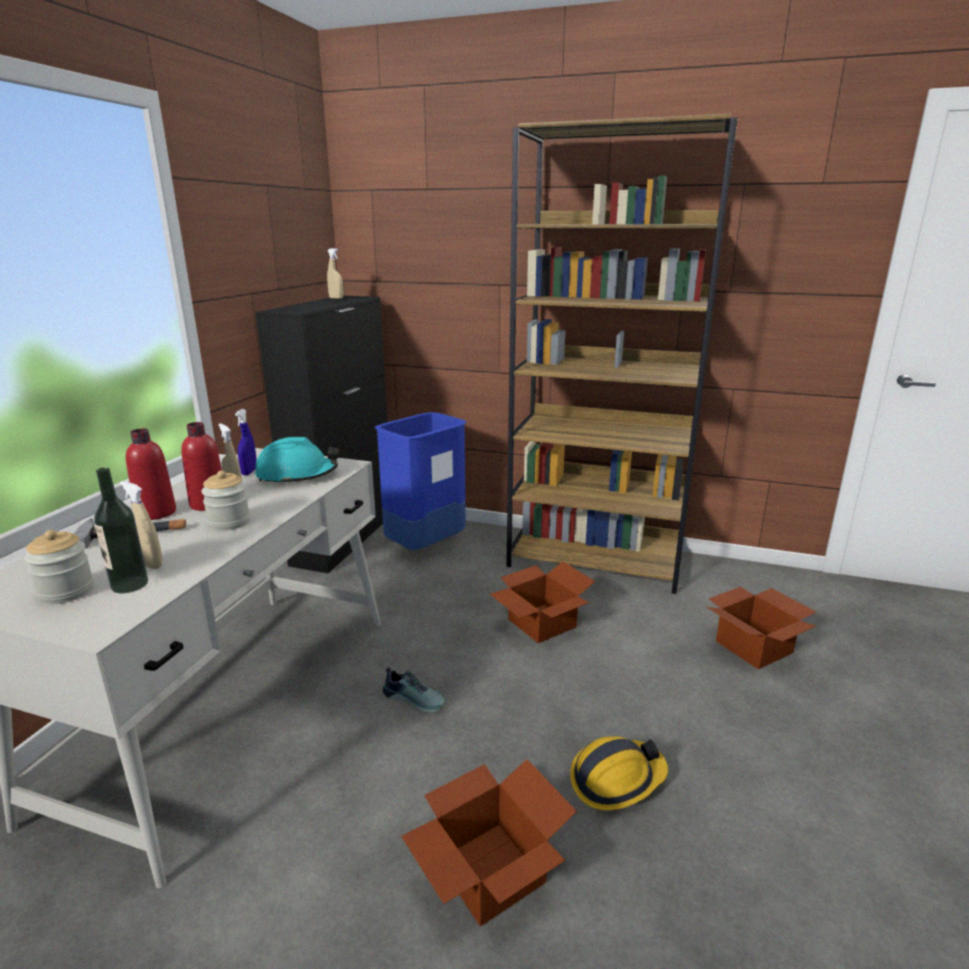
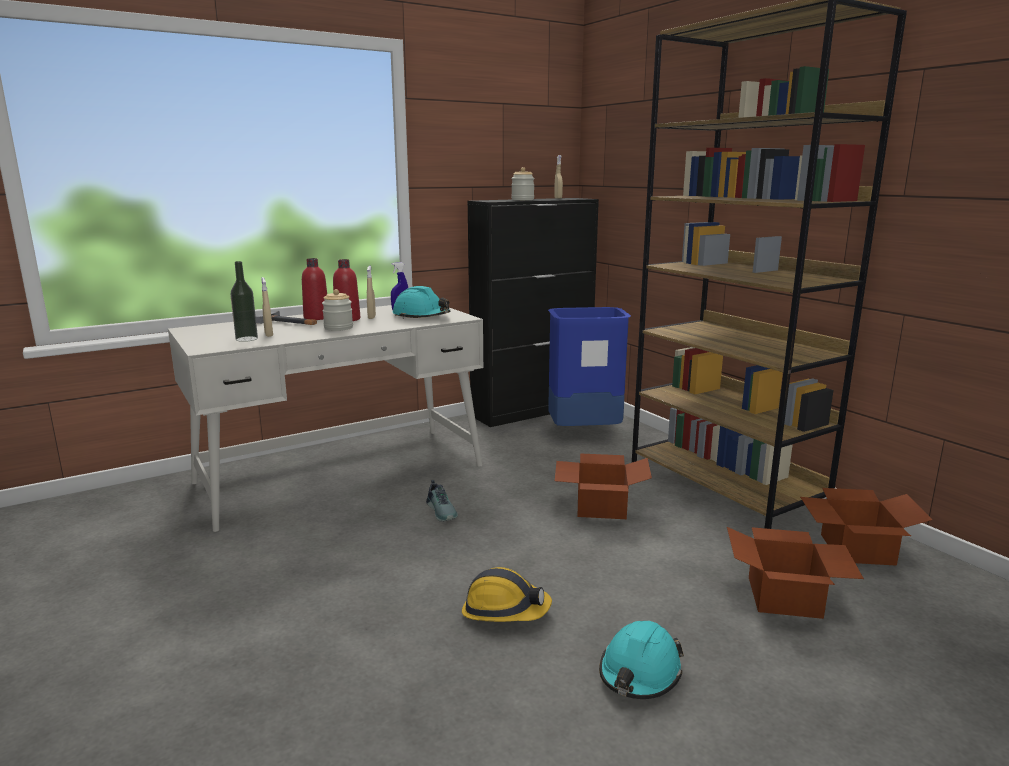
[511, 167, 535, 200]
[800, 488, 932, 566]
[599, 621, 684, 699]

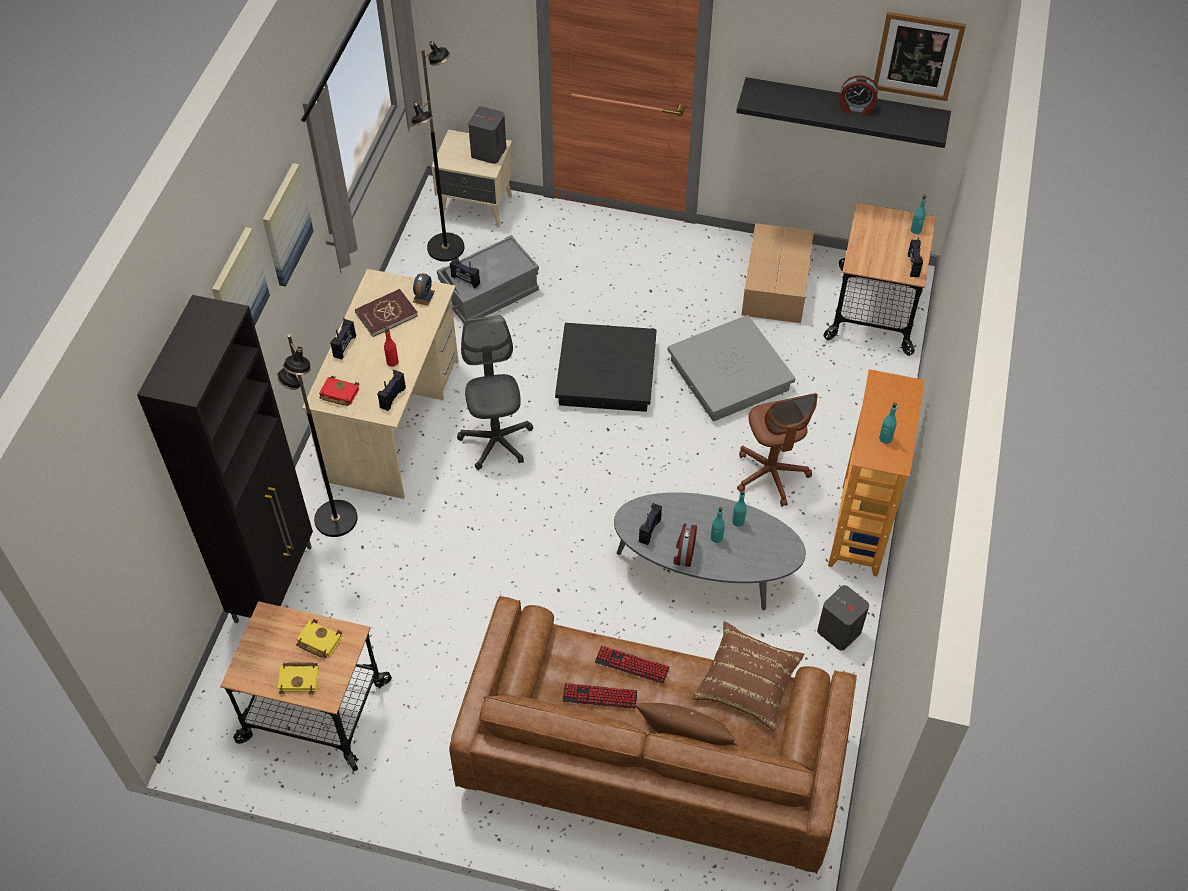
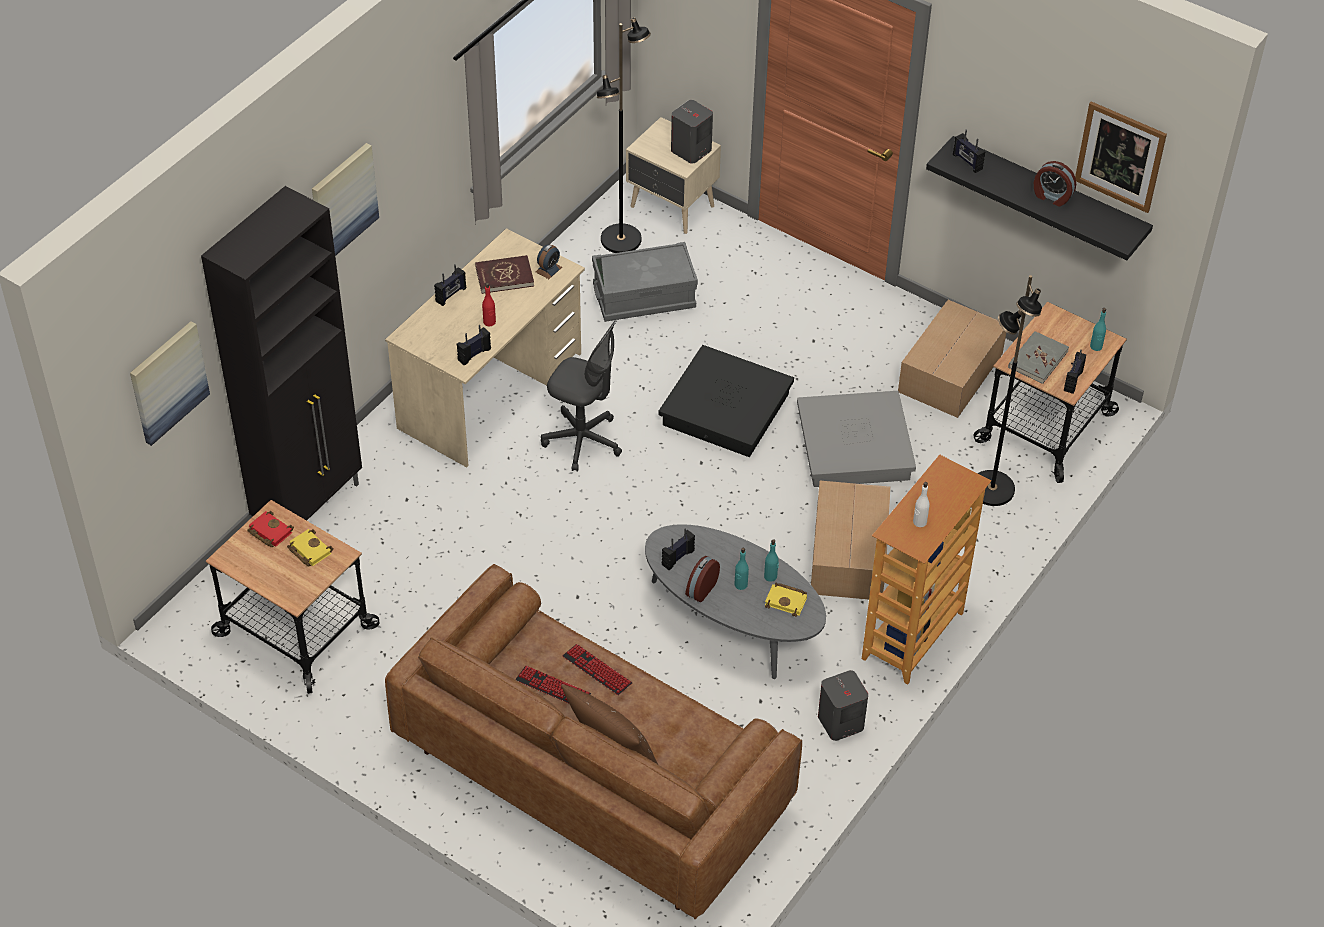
[130, 321, 210, 446]
[978, 275, 1042, 506]
[765, 583, 807, 617]
[247, 511, 294, 547]
[953, 130, 986, 173]
[541, 320, 622, 472]
[691, 621, 804, 732] (first image)
[811, 481, 891, 599]
[913, 482, 930, 527]
[1008, 331, 1069, 384]

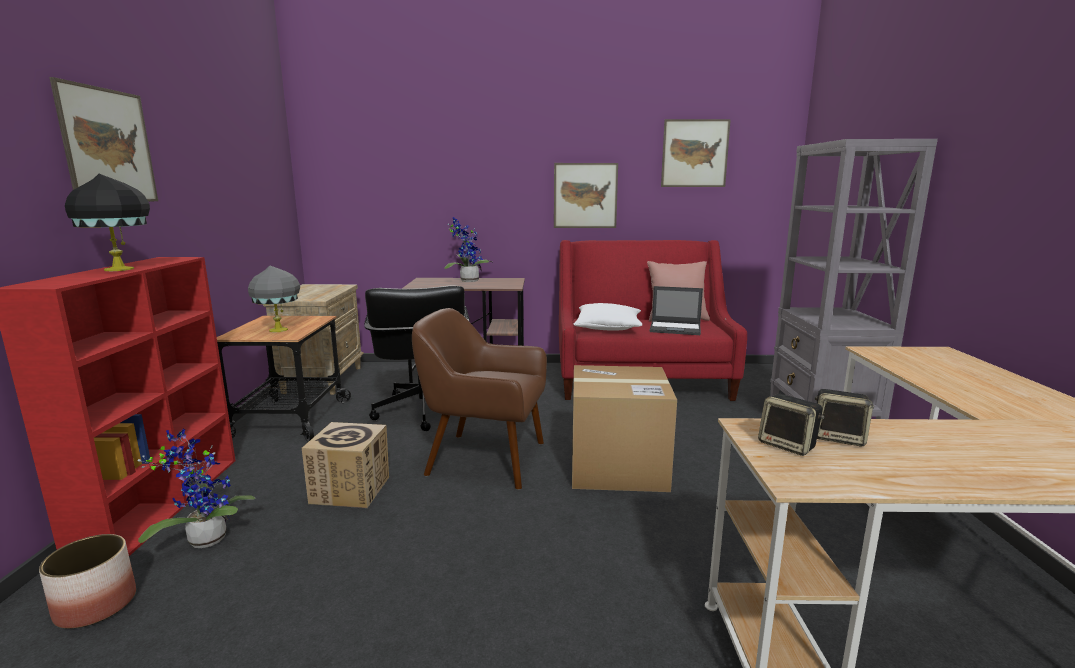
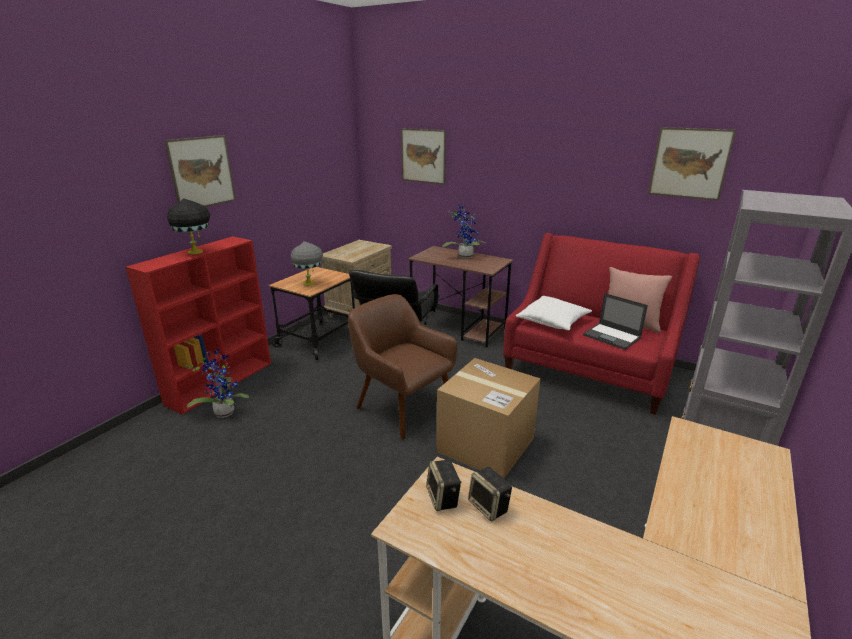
[39, 534, 136, 629] (first image)
[302, 422, 389, 508] (first image)
[401, 128, 446, 184]

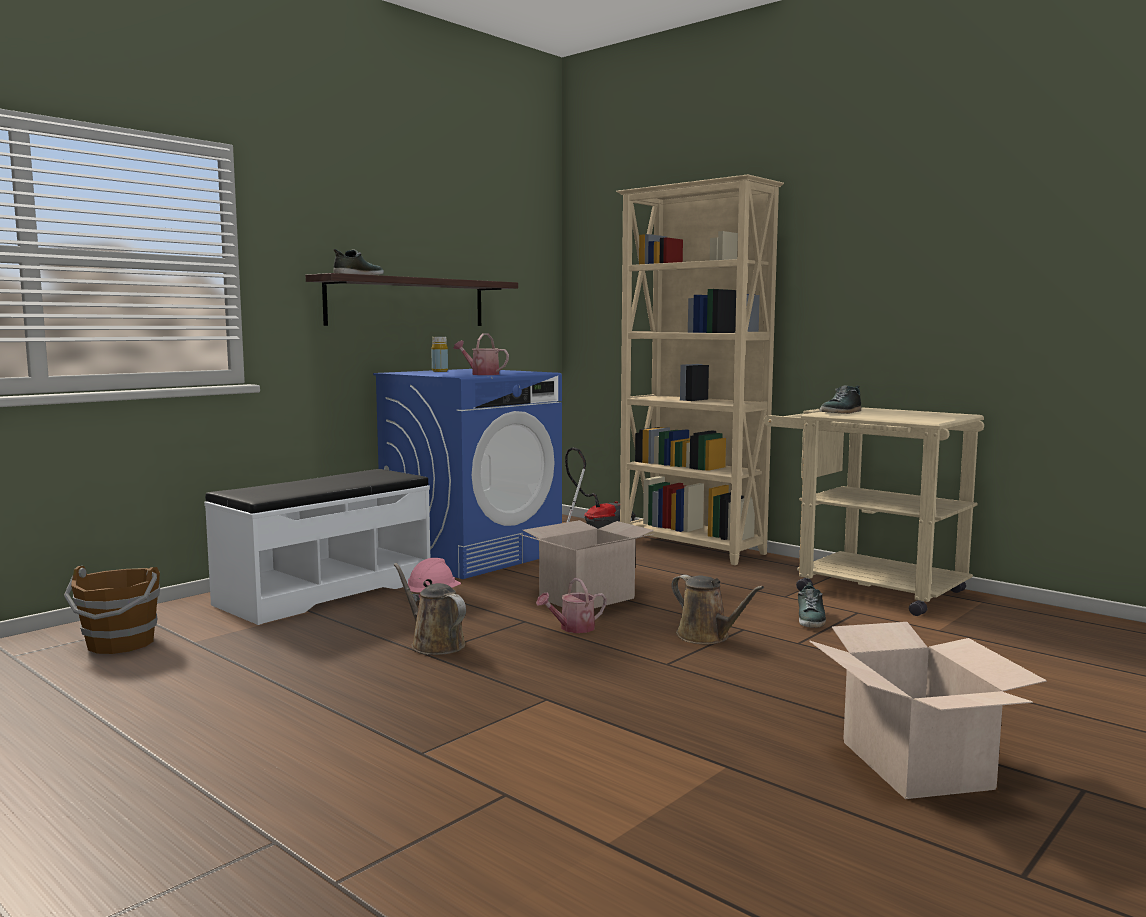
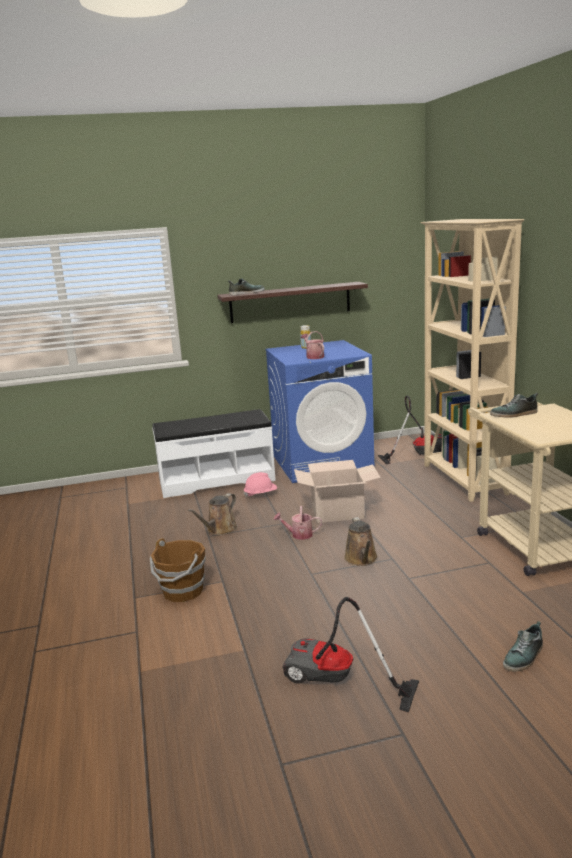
[150, 538, 206, 602]
[188, 493, 237, 535]
[503, 621, 543, 671]
[282, 597, 419, 712]

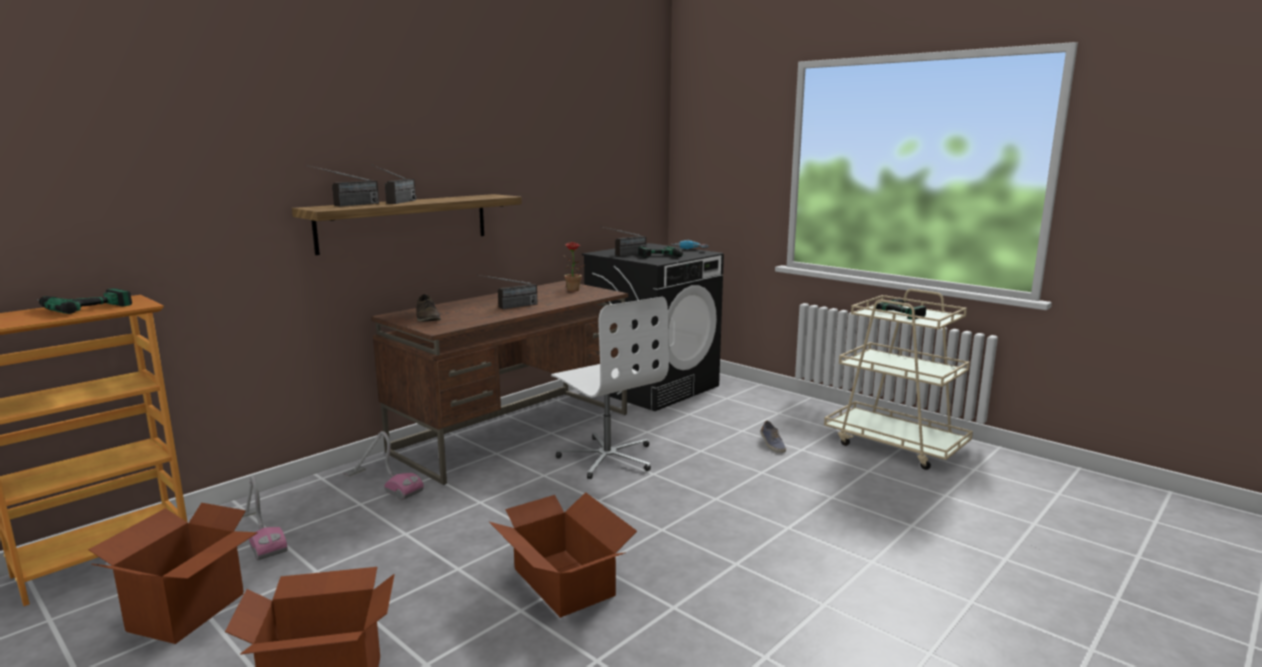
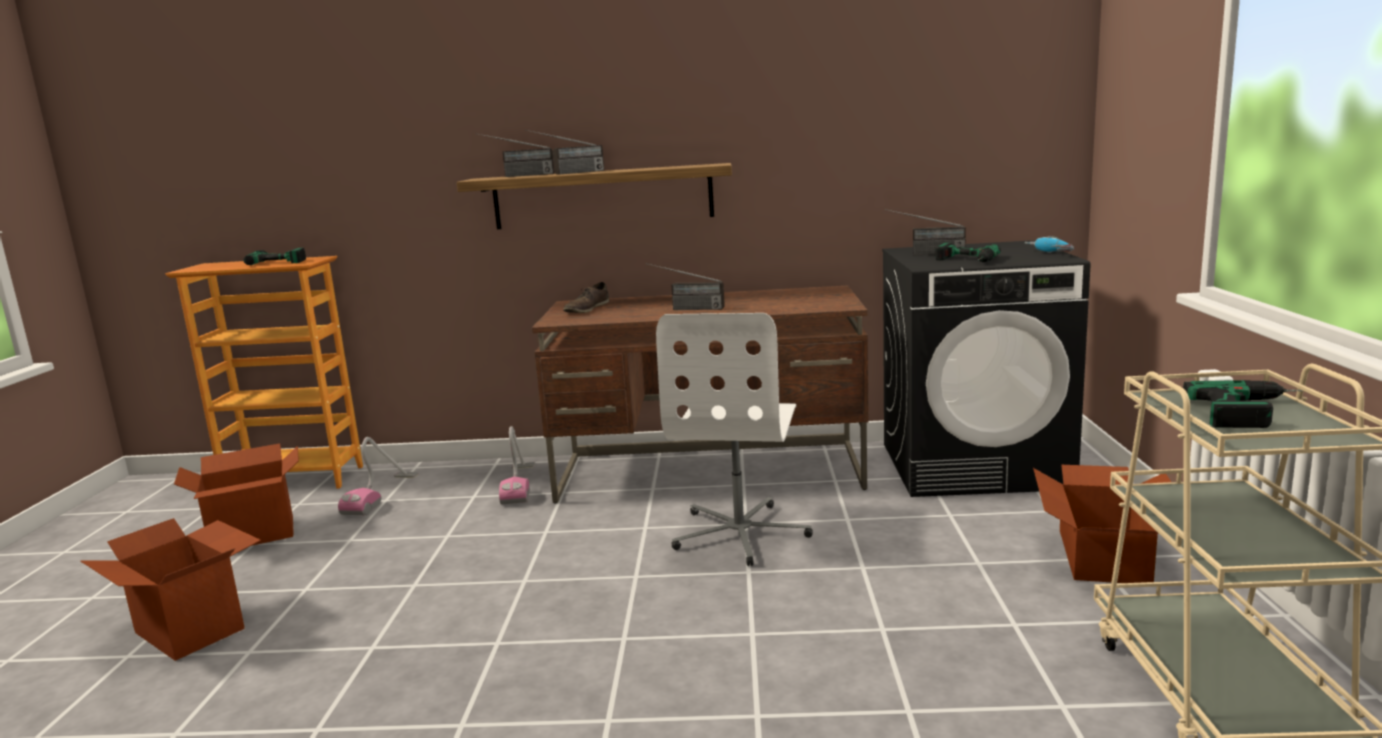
[1033, 465, 1171, 583]
[563, 242, 585, 292] (first image)
[761, 420, 786, 453] (first image)

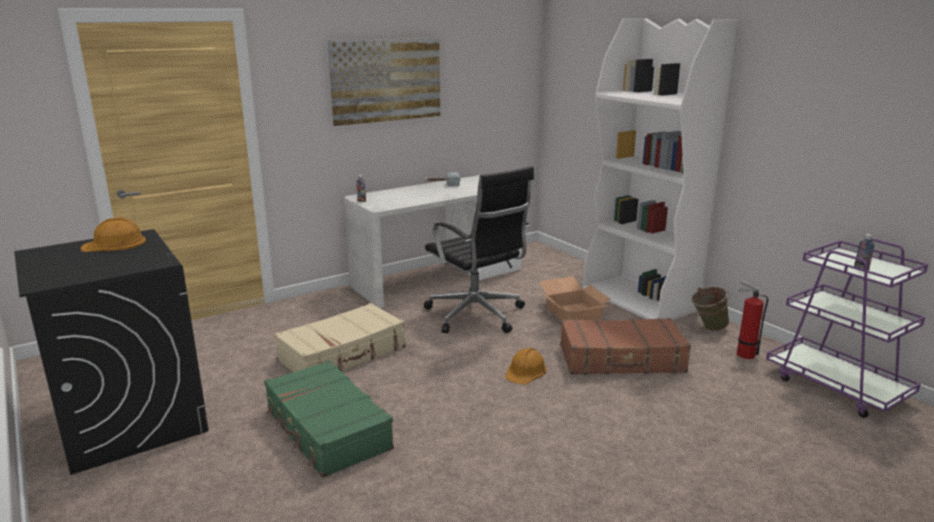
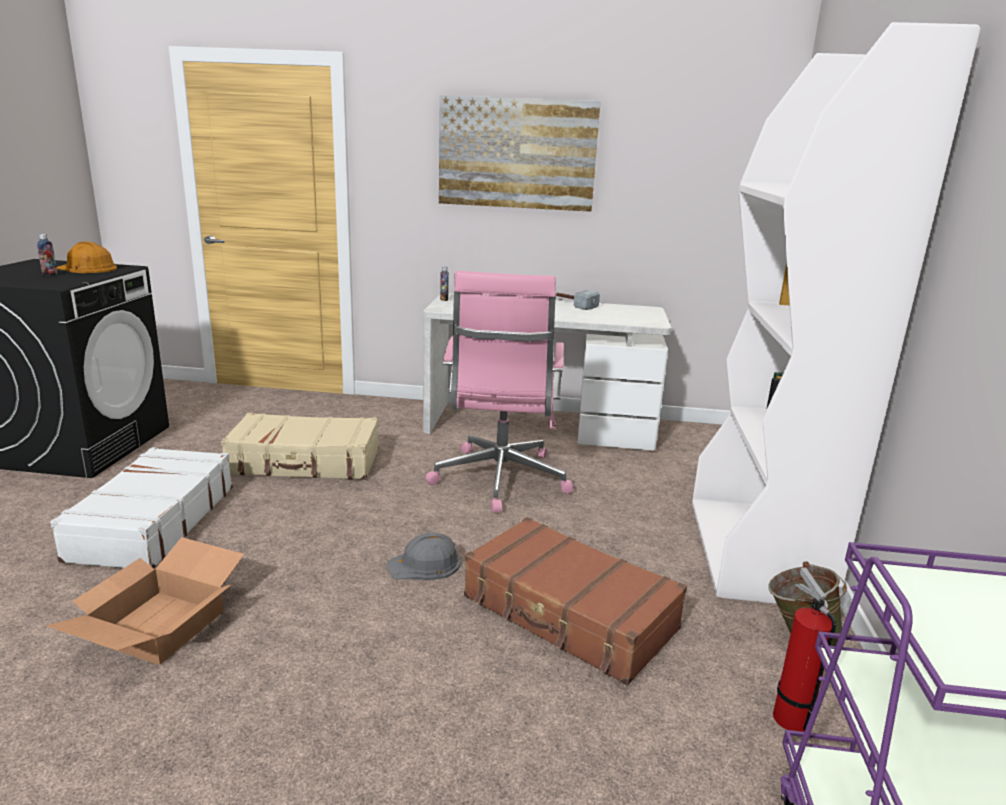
[50, 447, 233, 569]
[425, 271, 574, 513]
[387, 532, 461, 580]
[46, 537, 244, 665]
[37, 234, 58, 276]

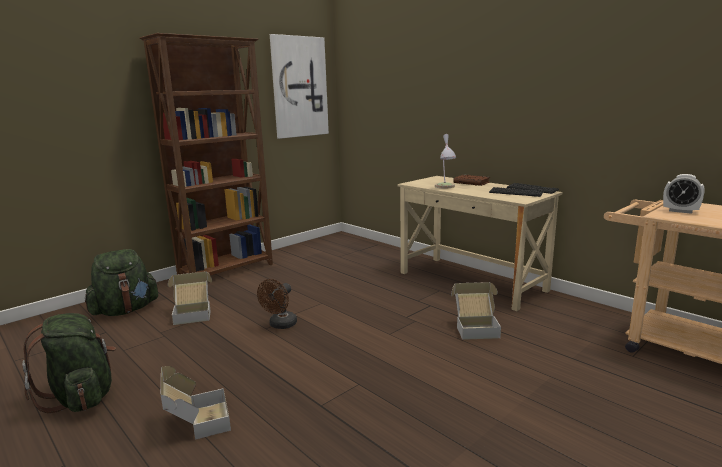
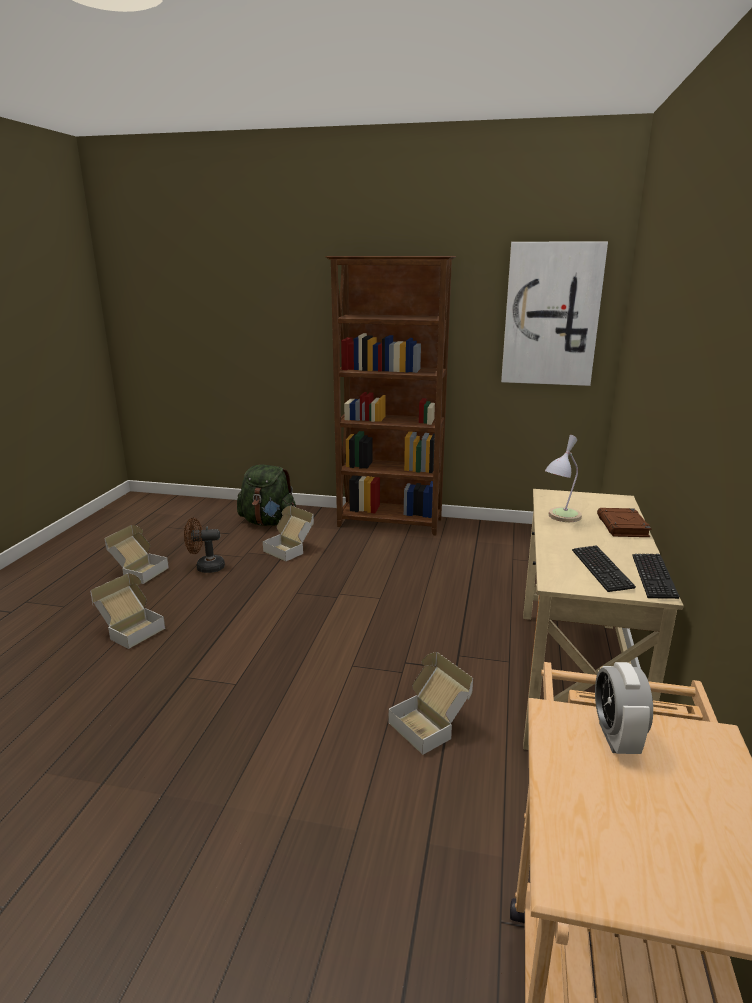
[105, 525, 169, 584]
[184, 518, 225, 573]

